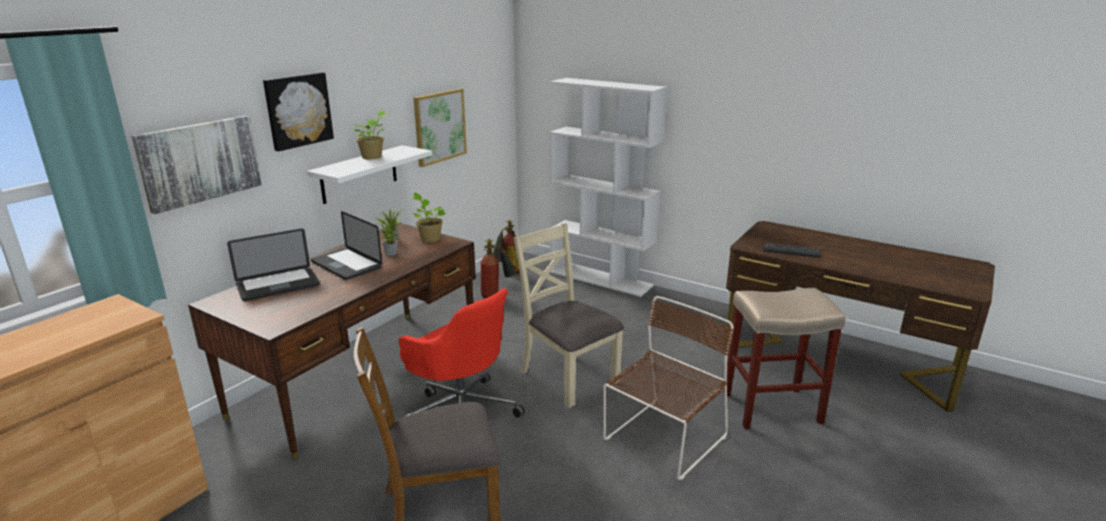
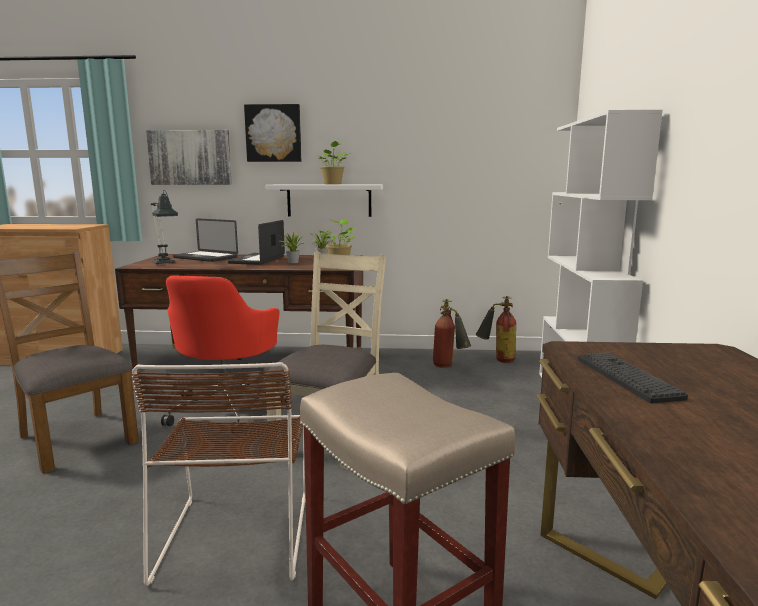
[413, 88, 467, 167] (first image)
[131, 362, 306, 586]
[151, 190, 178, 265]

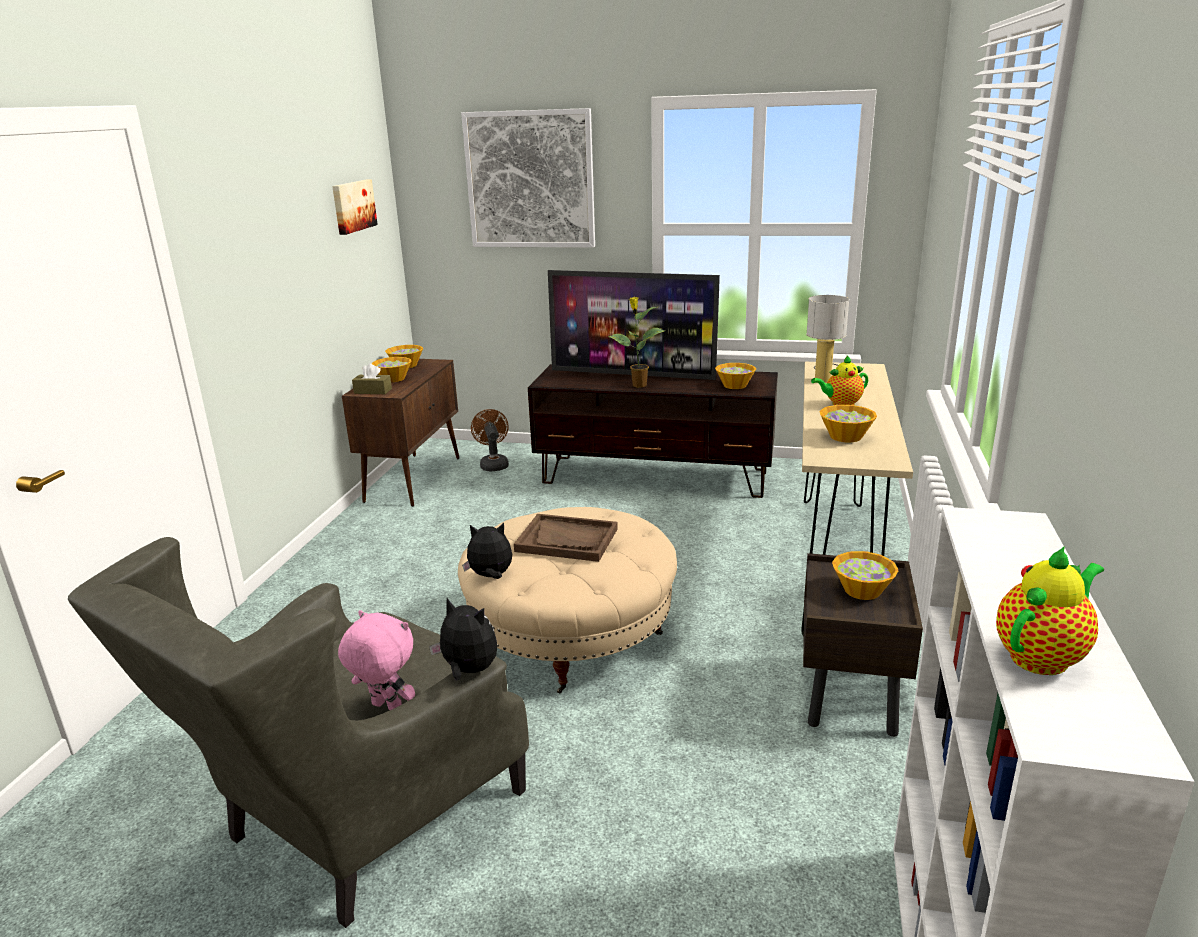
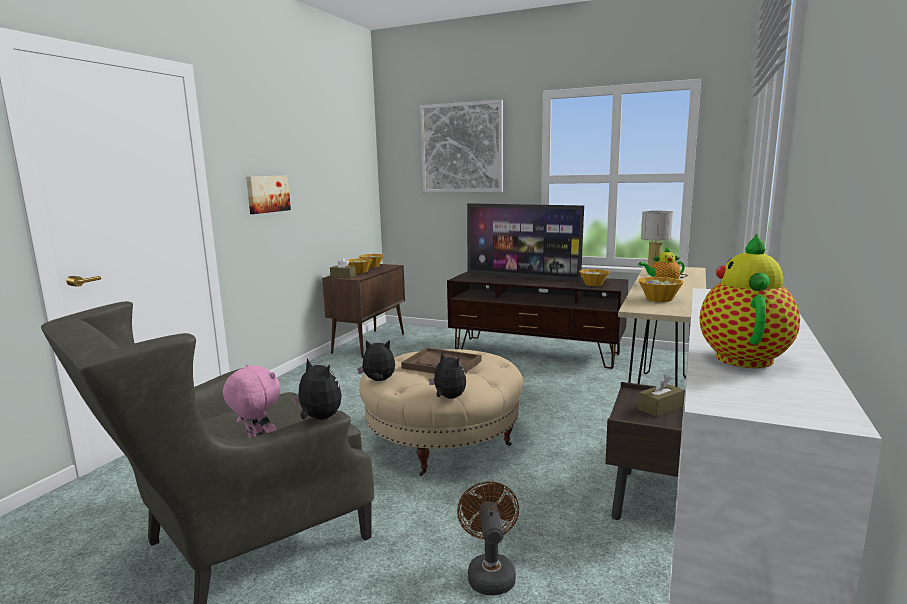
[246, 175, 291, 214]
[457, 481, 519, 595]
[608, 297, 665, 387] (first image)
[638, 375, 684, 417]
[700, 233, 800, 368]
[429, 352, 466, 399]

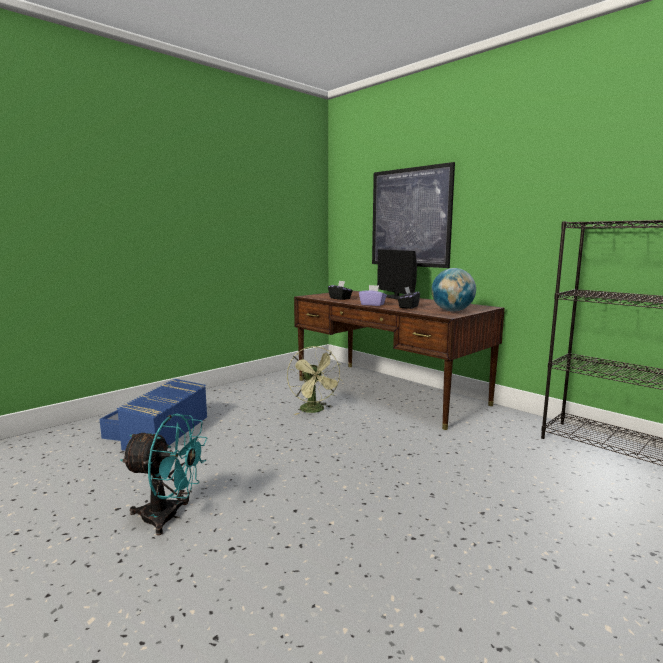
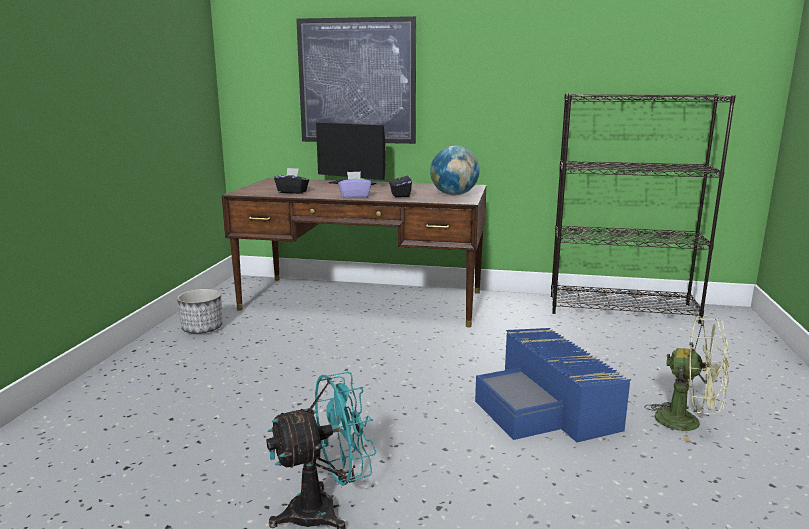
[475, 328, 631, 442]
[644, 316, 729, 442]
[177, 289, 223, 333]

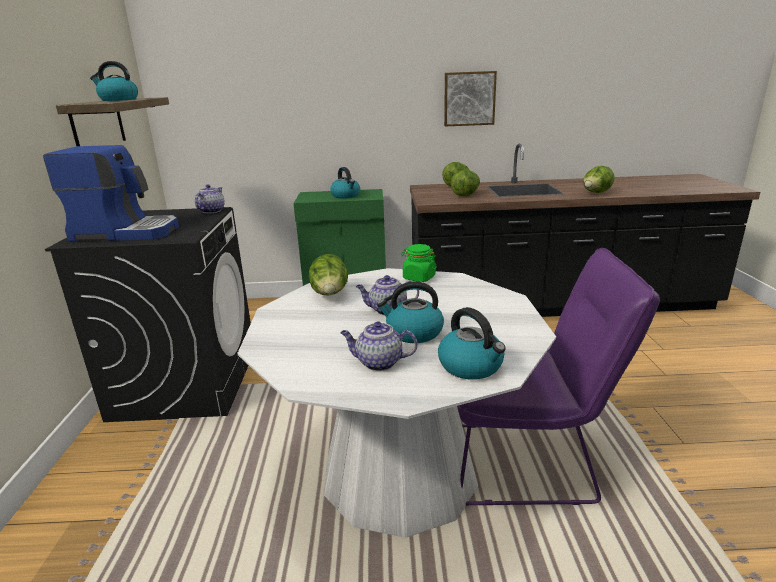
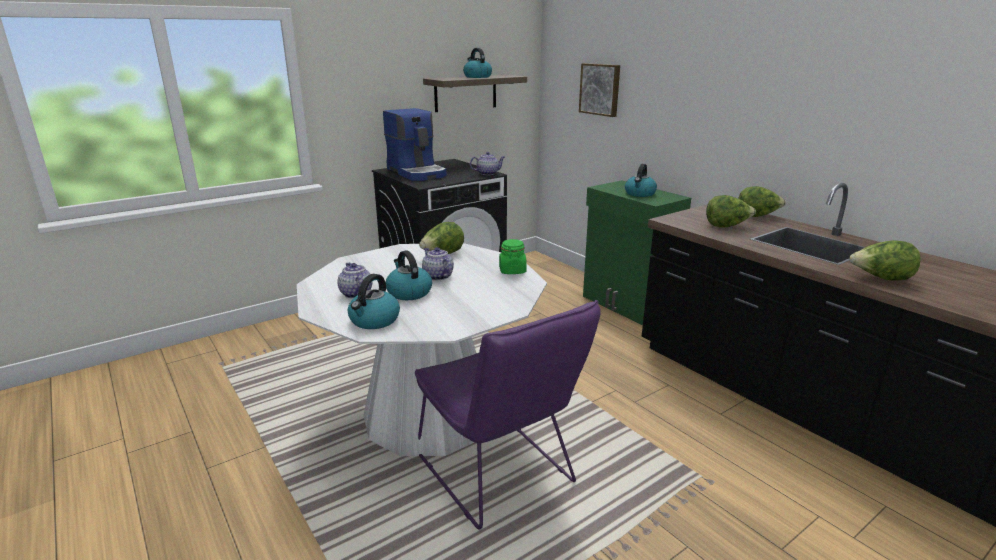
[579, 63, 620, 117]

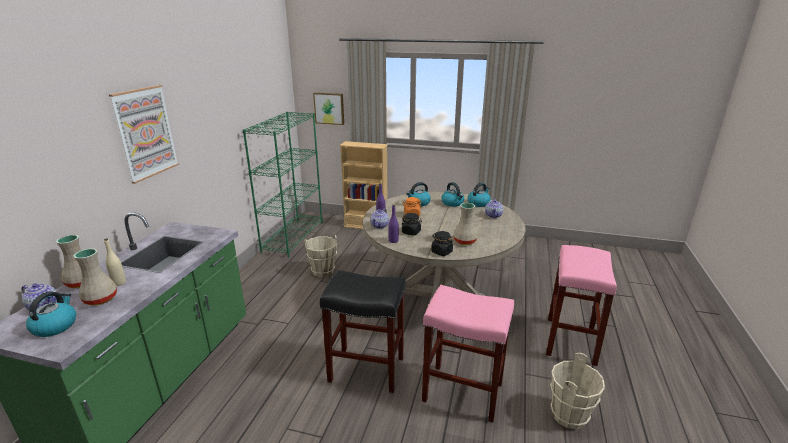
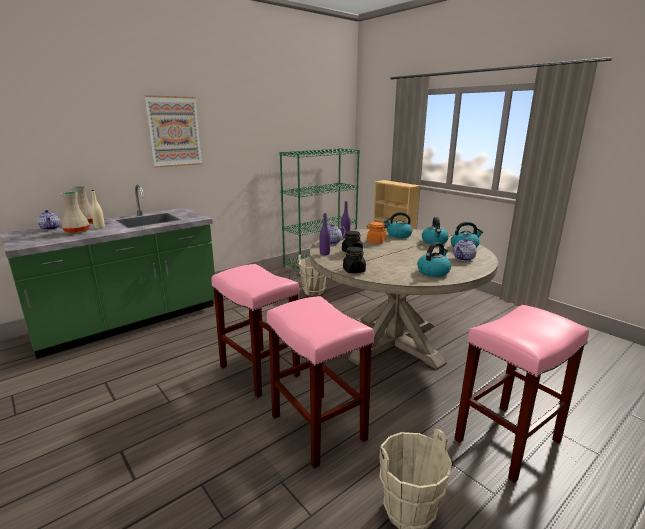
[417, 242, 451, 277]
[313, 93, 344, 125] (first image)
[211, 264, 300, 398]
[453, 203, 478, 245] (first image)

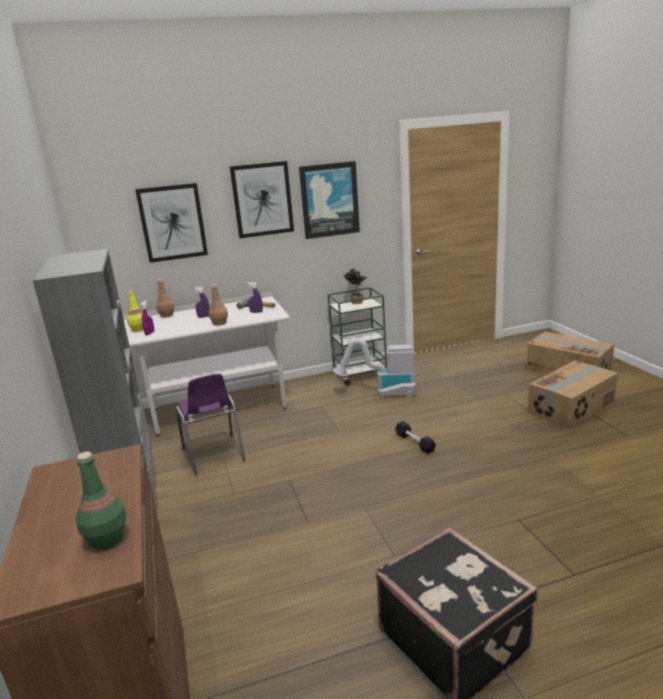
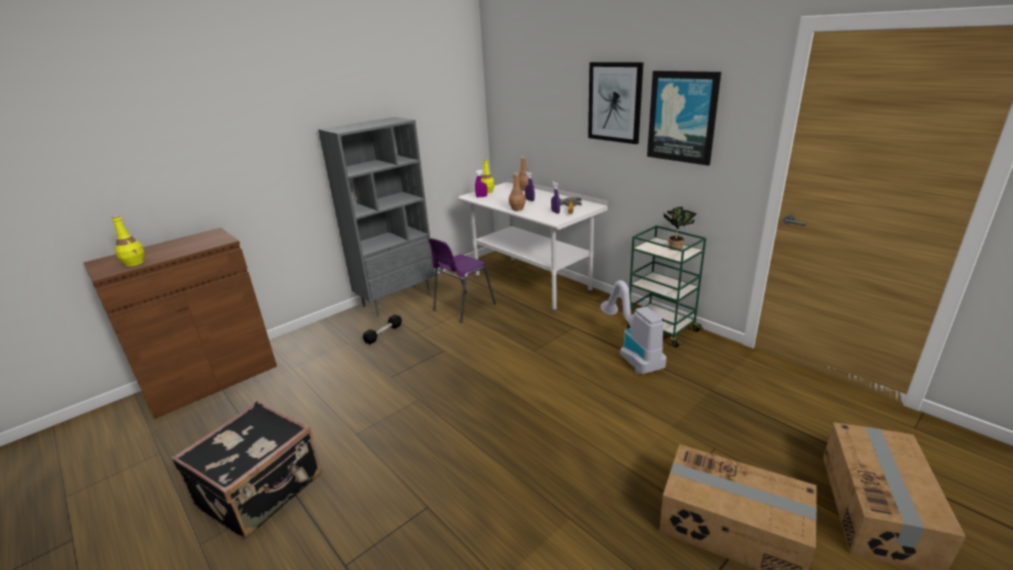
[112, 215, 144, 267]
[135, 183, 208, 263] (first image)
[363, 314, 402, 345]

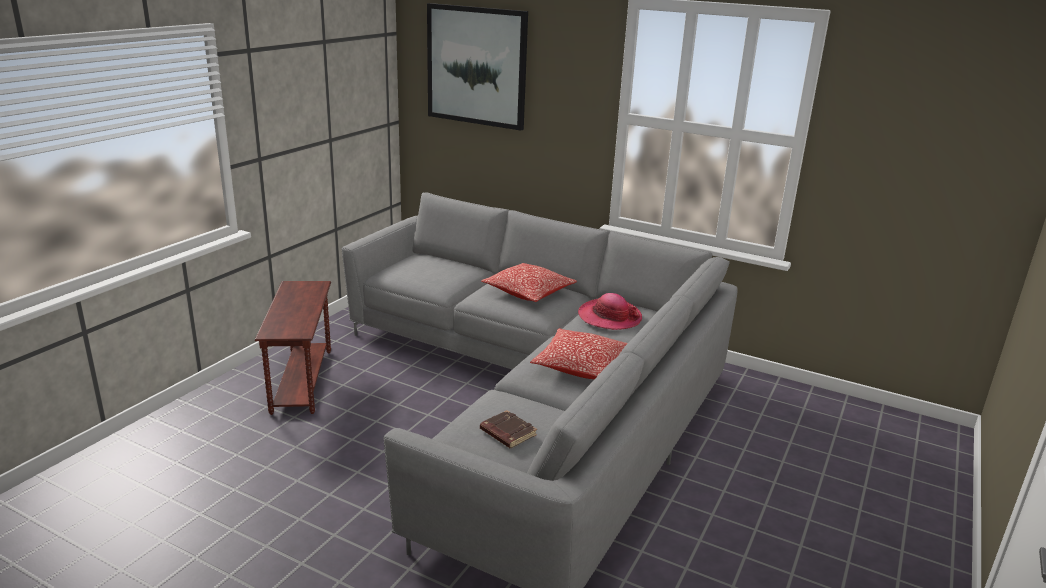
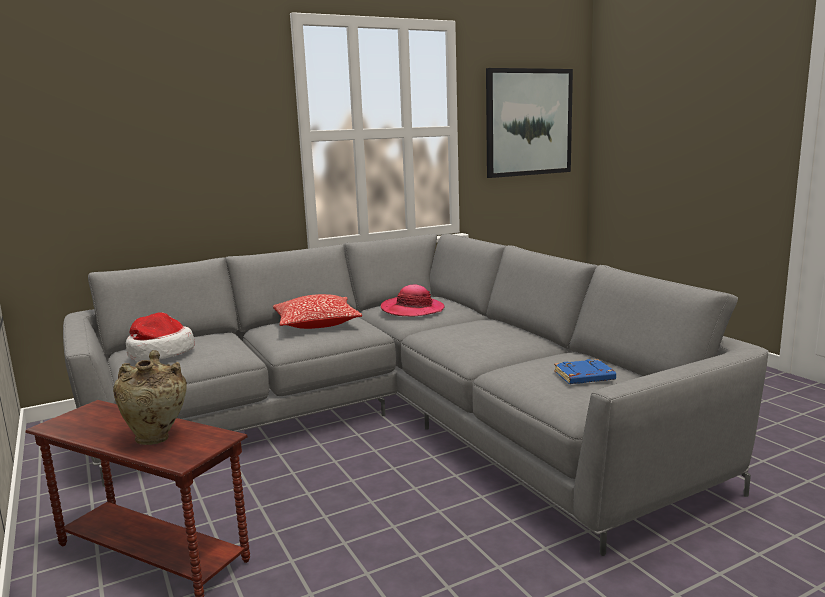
[486, 68, 573, 178]
[554, 359, 616, 384]
[530, 328, 628, 379] (first image)
[113, 350, 187, 445]
[126, 312, 195, 361]

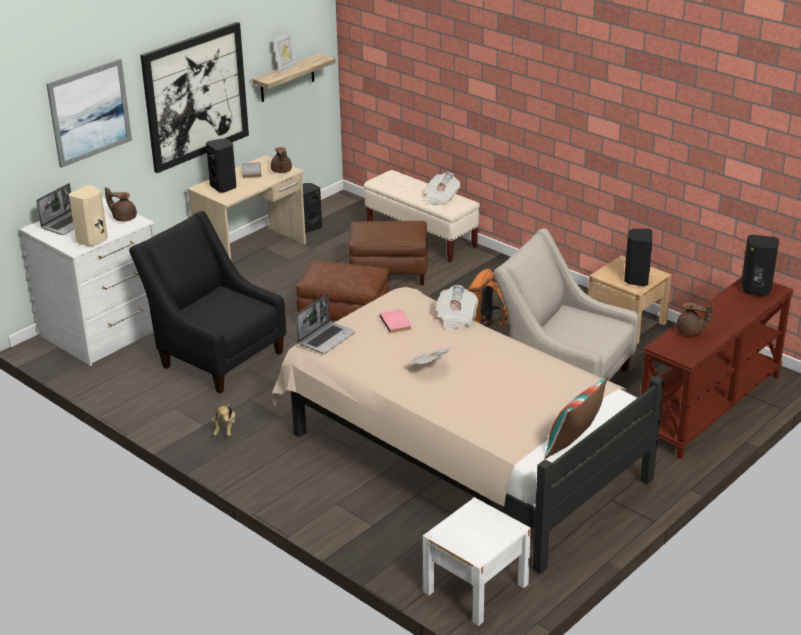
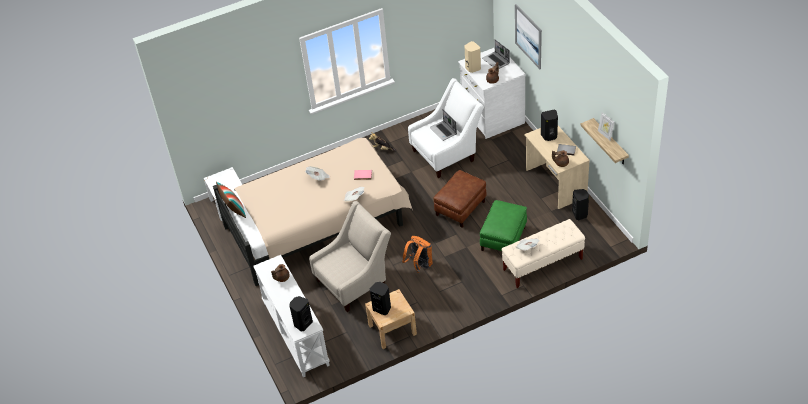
[408, 78, 484, 178]
[140, 22, 249, 173] (first image)
[430, 110, 457, 141]
[480, 200, 527, 251]
[254, 255, 330, 377]

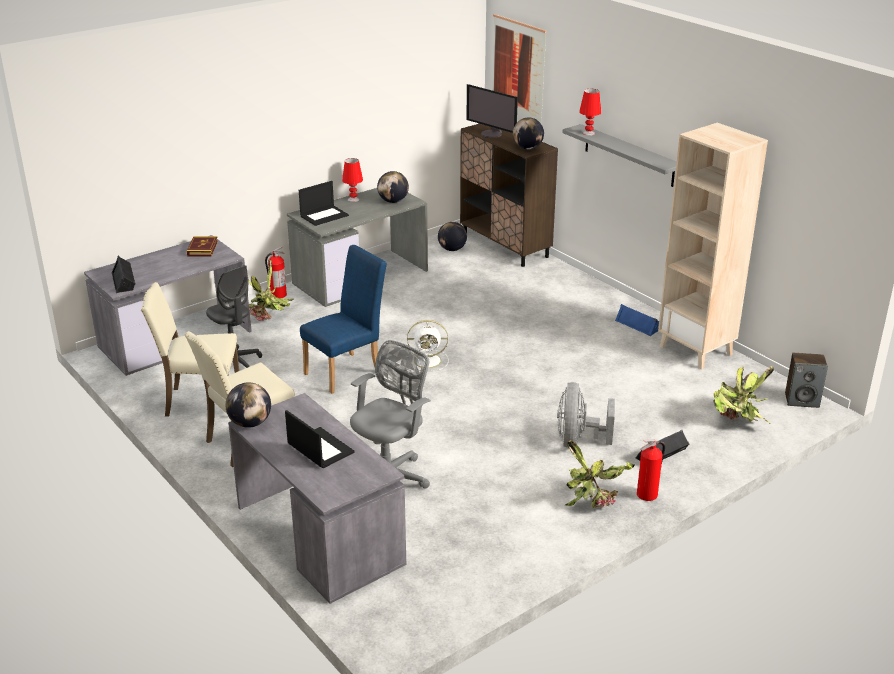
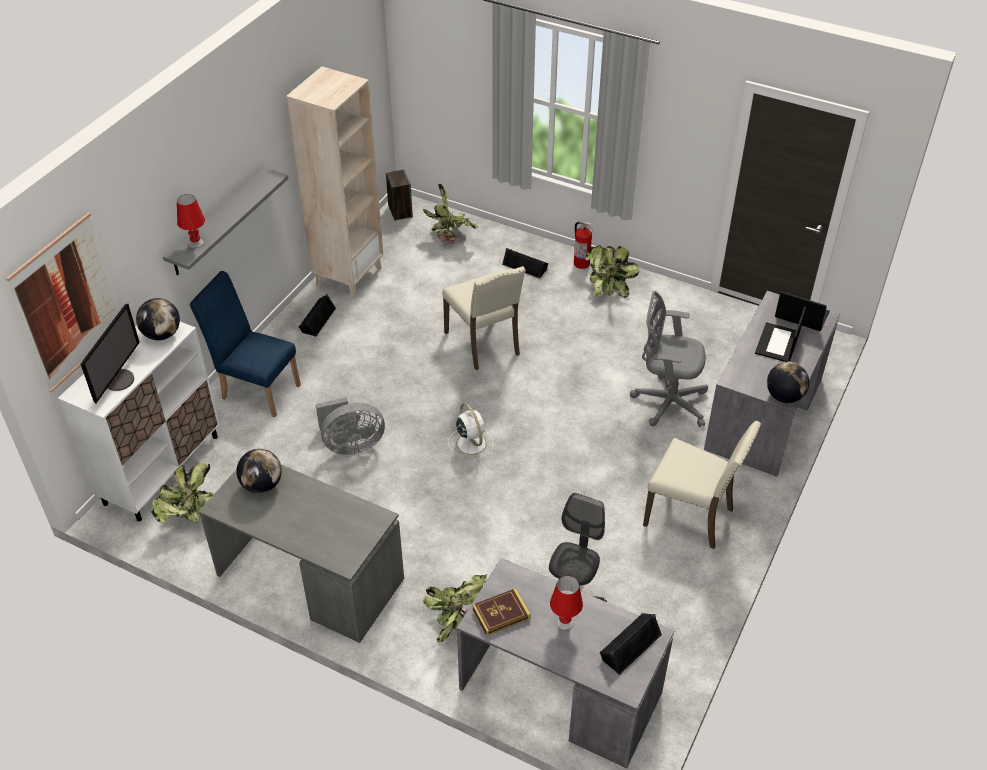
[442, 266, 525, 370]
[265, 246, 287, 298] (first image)
[775, 291, 830, 331]
[190, 271, 301, 417]
[550, 576, 583, 630]
[152, 463, 214, 523]
[58, 322, 219, 522]
[316, 397, 385, 455]
[299, 294, 336, 337]

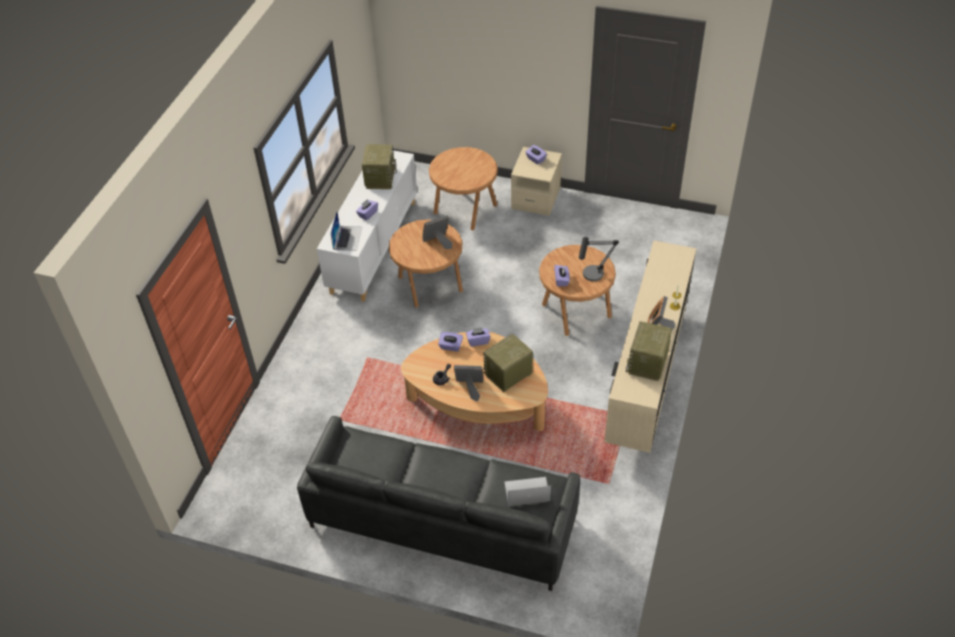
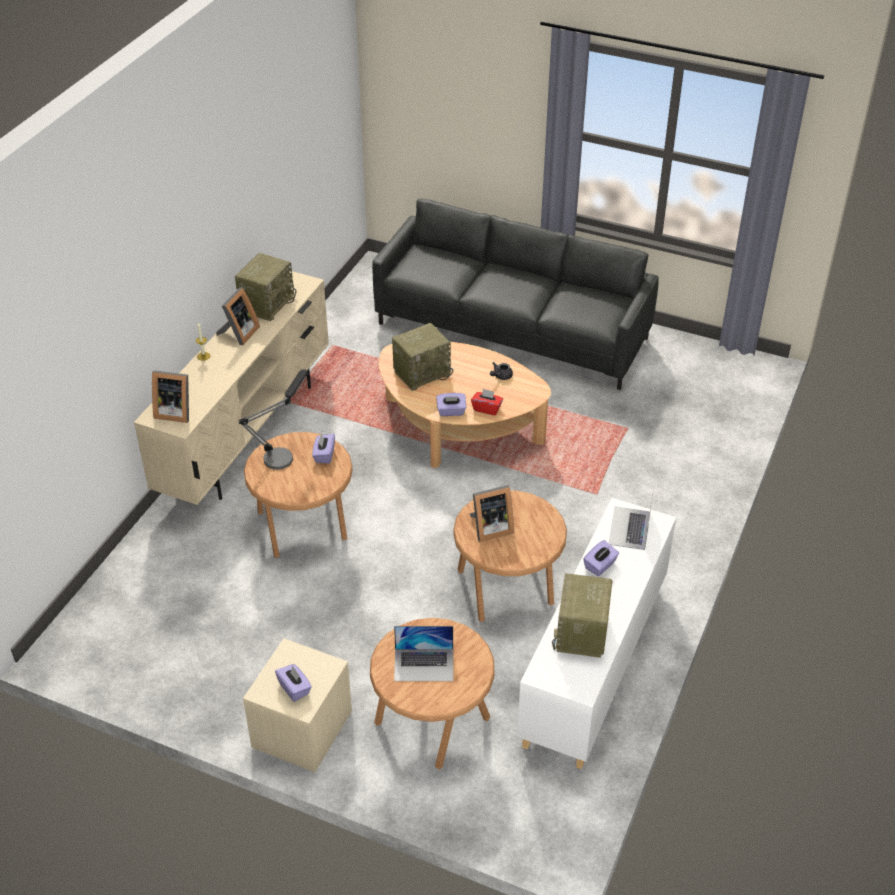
[471, 389, 503, 415]
[152, 370, 189, 423]
[394, 626, 453, 681]

